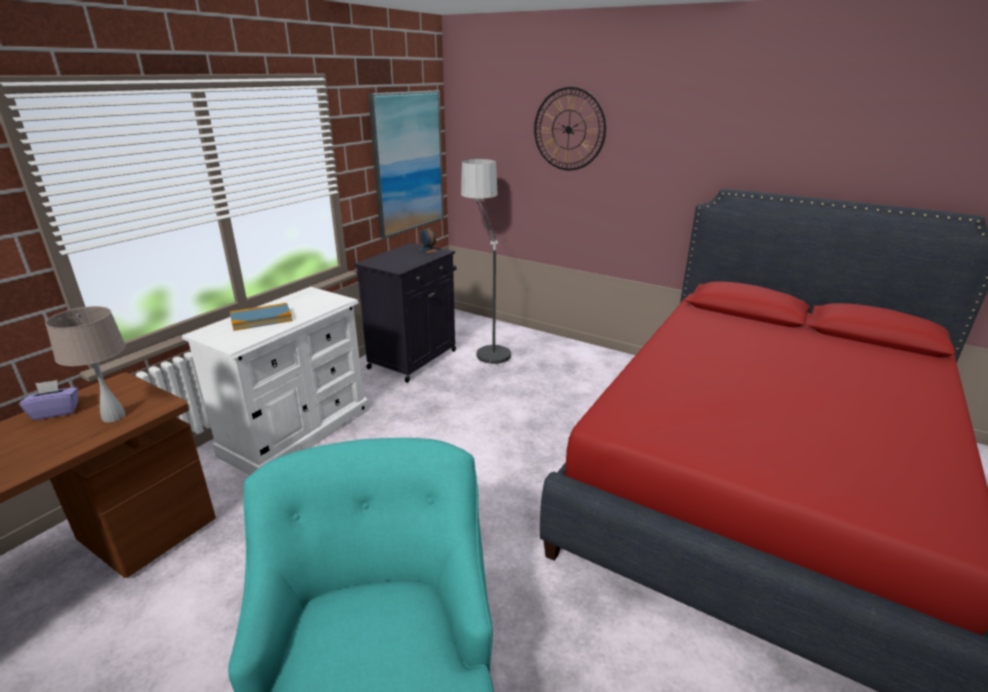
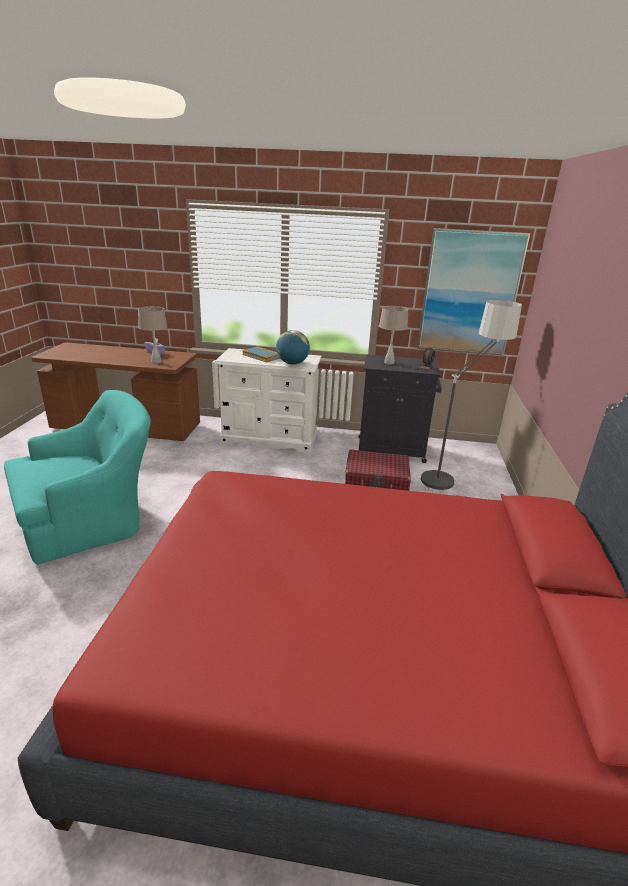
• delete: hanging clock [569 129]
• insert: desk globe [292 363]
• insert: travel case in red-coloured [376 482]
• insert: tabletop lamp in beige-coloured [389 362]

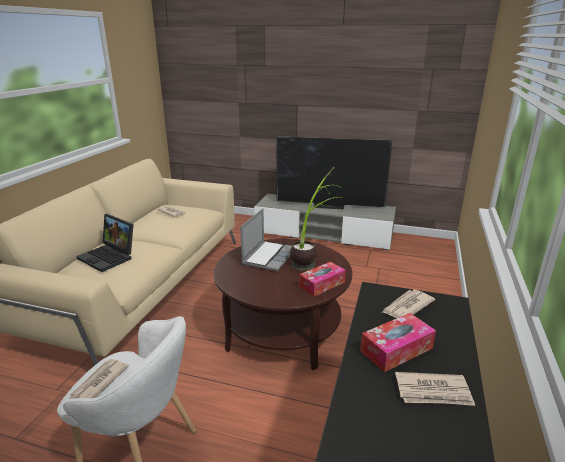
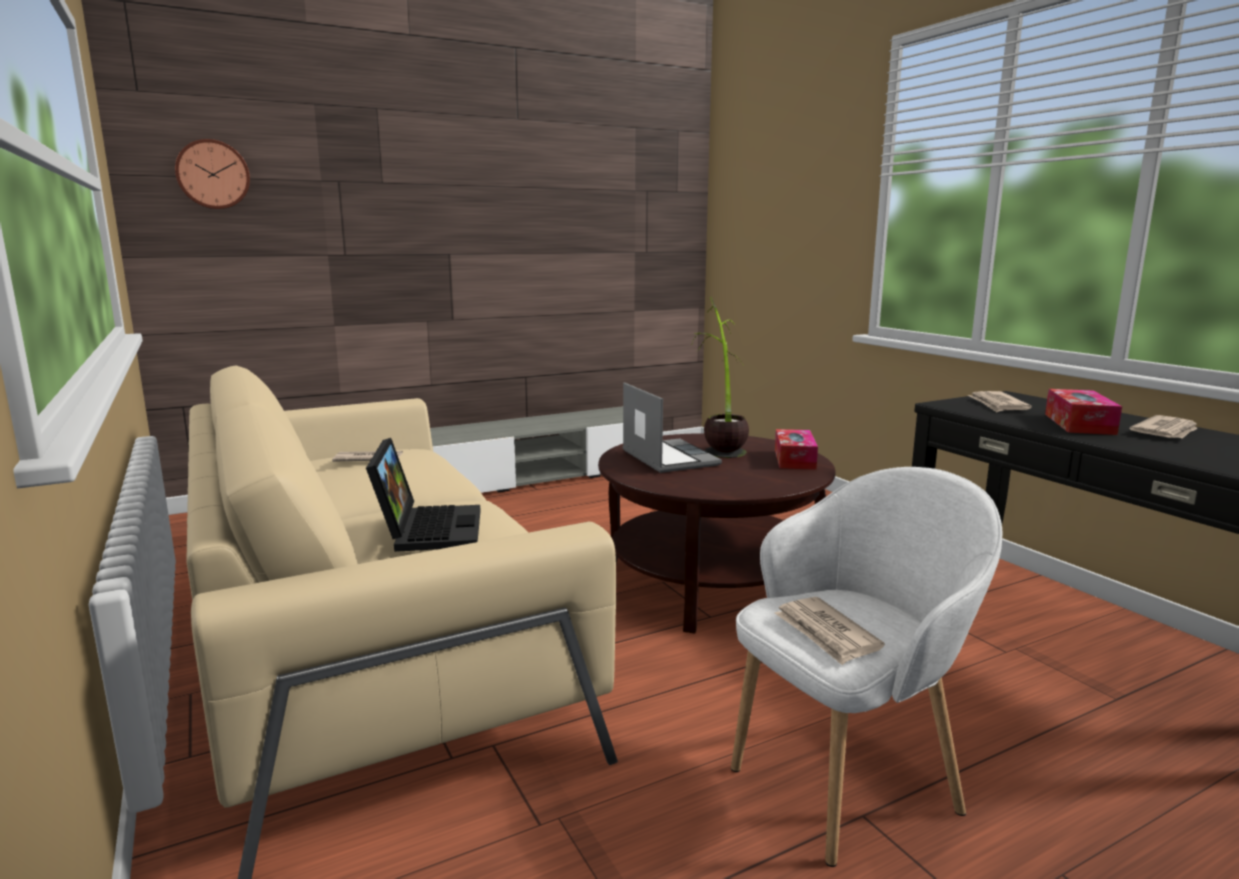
• delete: TV [329 205]
• insert: hanging clock [213 174]
• rotate: portable computer [109 257] = [427 529] 90 degrees counterclockwise

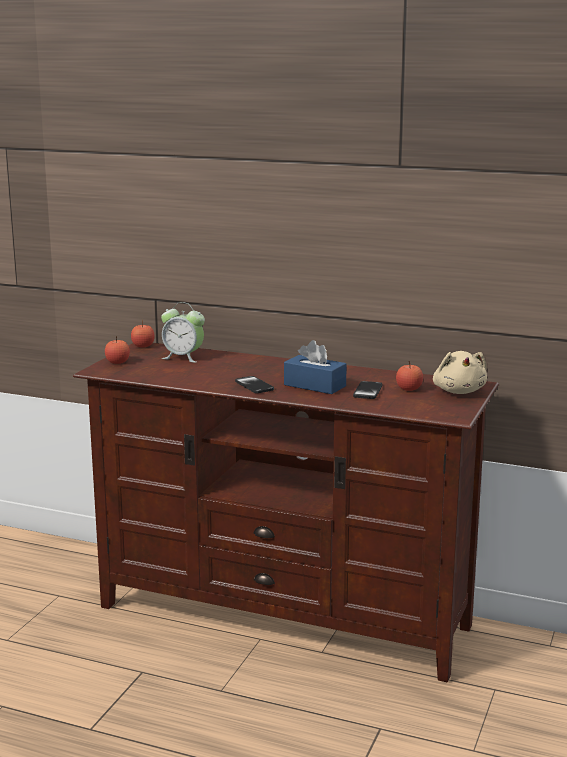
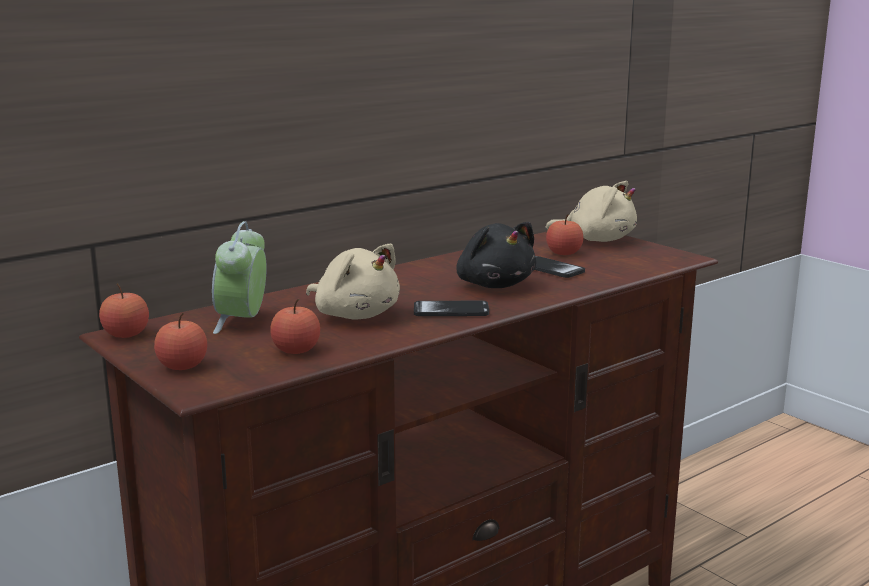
• insert: apple [296 350]
• insert: soft toy in beige-coloured [355 315]
• replace: tissue box in blue-coloured [314 385] to soft toy in blackish [494 284]
• rotate: bedside clock [183 357] = [242 322] 135 degrees clockwise

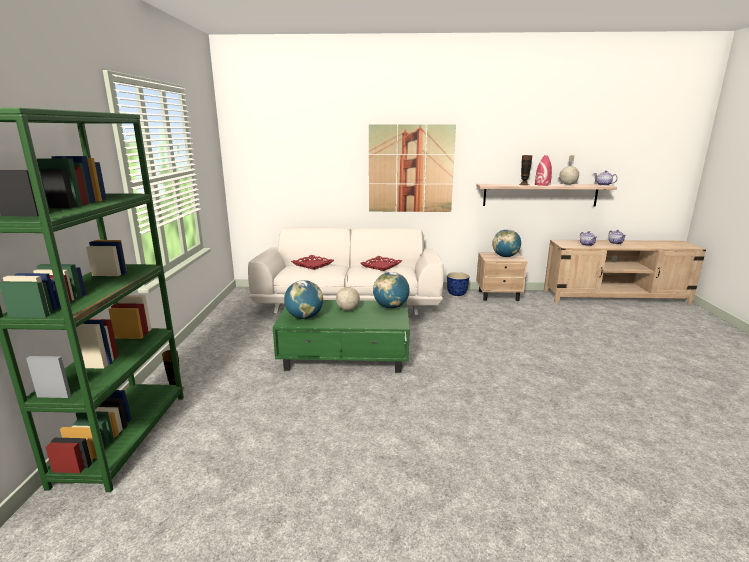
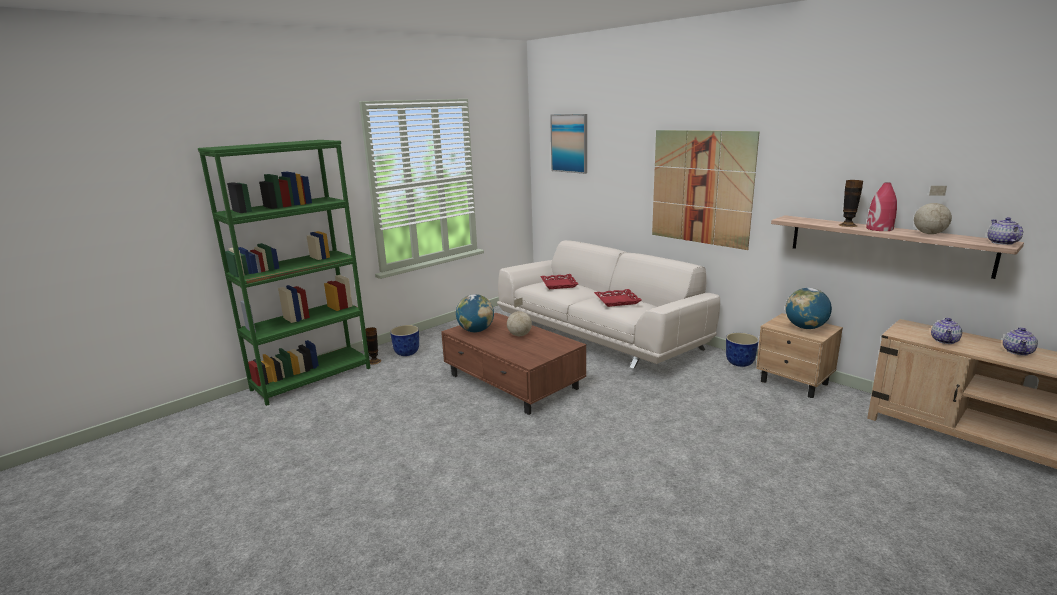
• delete: desk globe [391 307]
• insert: flower pot [407 353]
• insert: wall picture [569 143]
• recolor: lounge table in green [346 355] to lounge table in brownish [513 382]

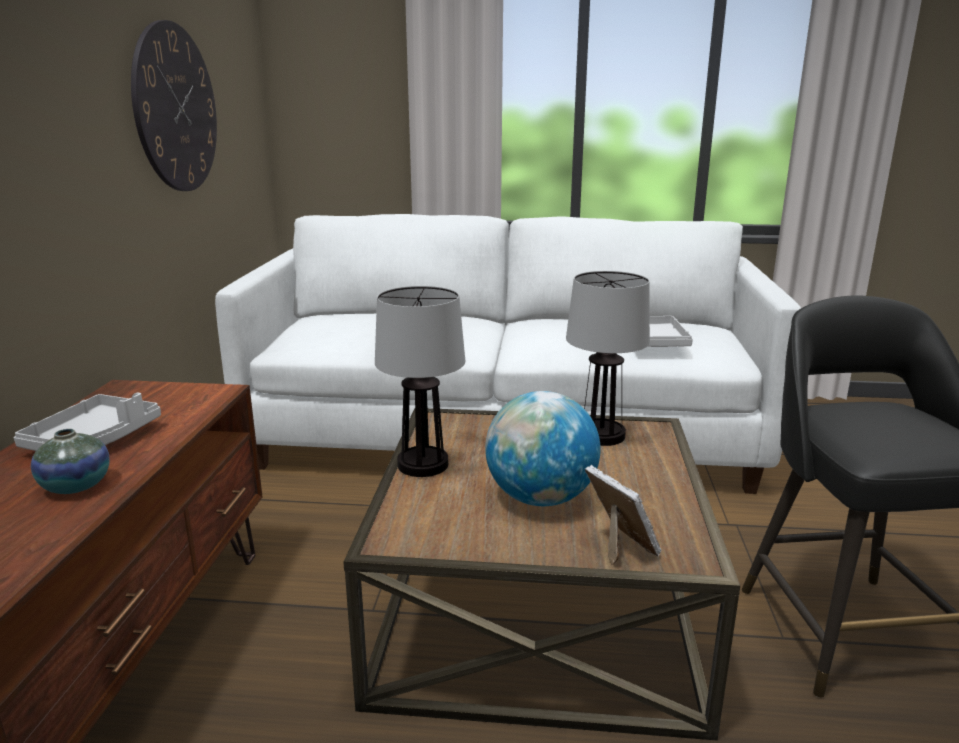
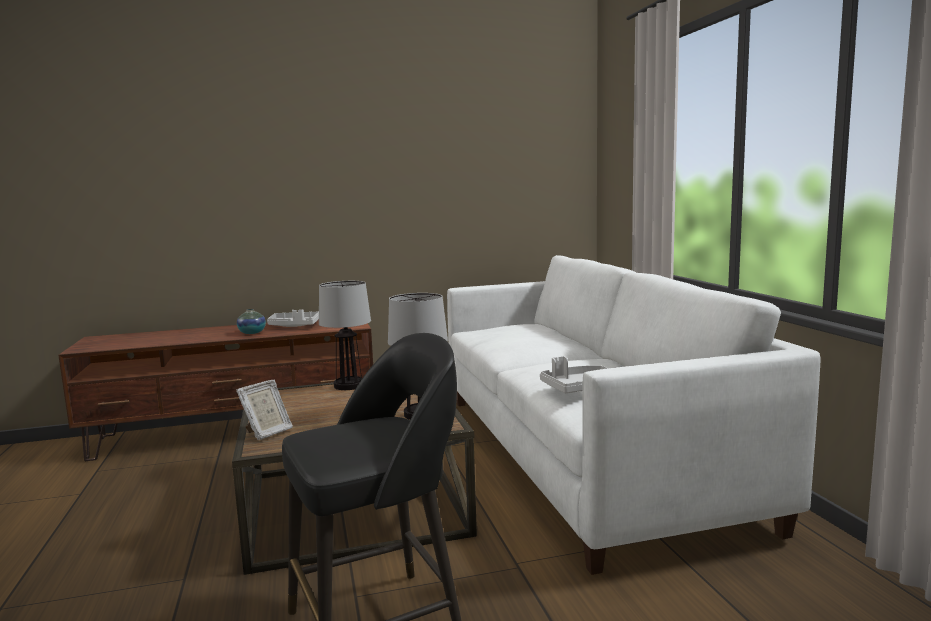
• delete: hanging clock [175 108]
• delete: desk globe [540 498]

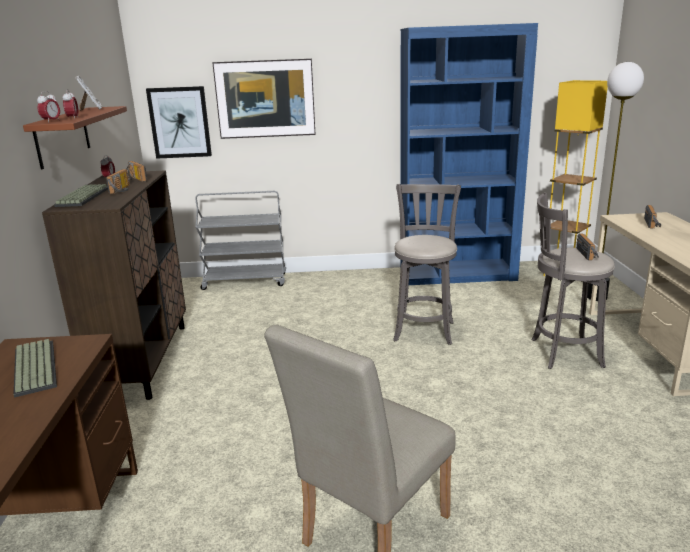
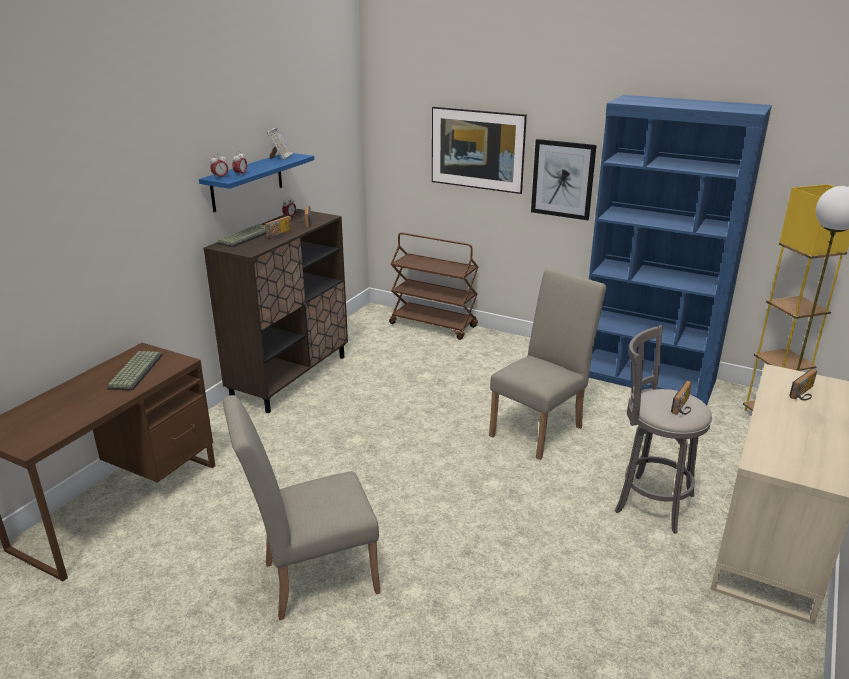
• move: wall picture [179 122] to [563 179]
• replace: sitting stool in greyish [424 329] to upright chair in beige-coloured [541 428]
• recolor: bracket shelf in brownish [63 136] to bracket shelf in blue-coloured [247 181]
• recolor: wheeled cart in greyish [245 281] to wheeled cart in brownish [434 325]

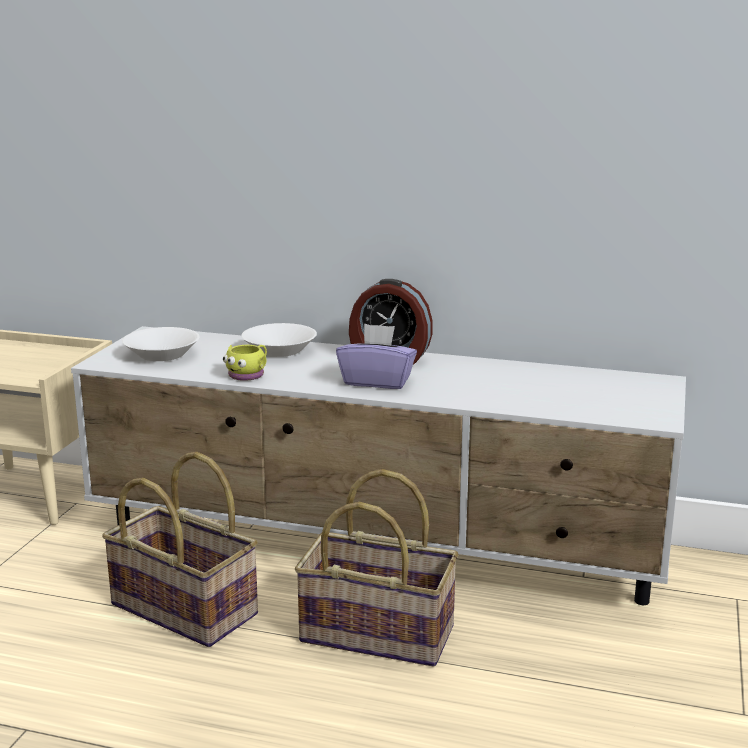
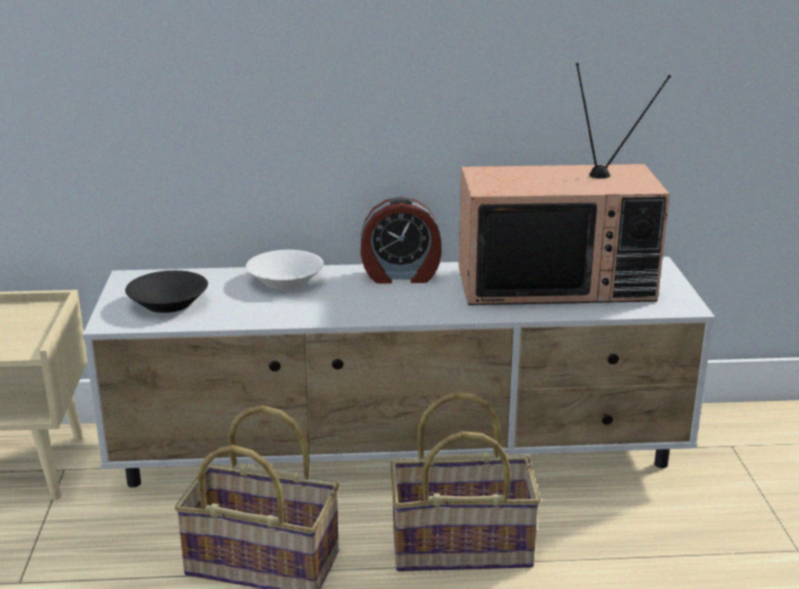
• delete: mug in yellow-coloured [248 374]
• delete: tissue box in purple-coloured [377 381]
• insert: TV [556 282]
• recolor: serving bowl in white-coloured [162 355] to serving bowl in blackish [169 303]

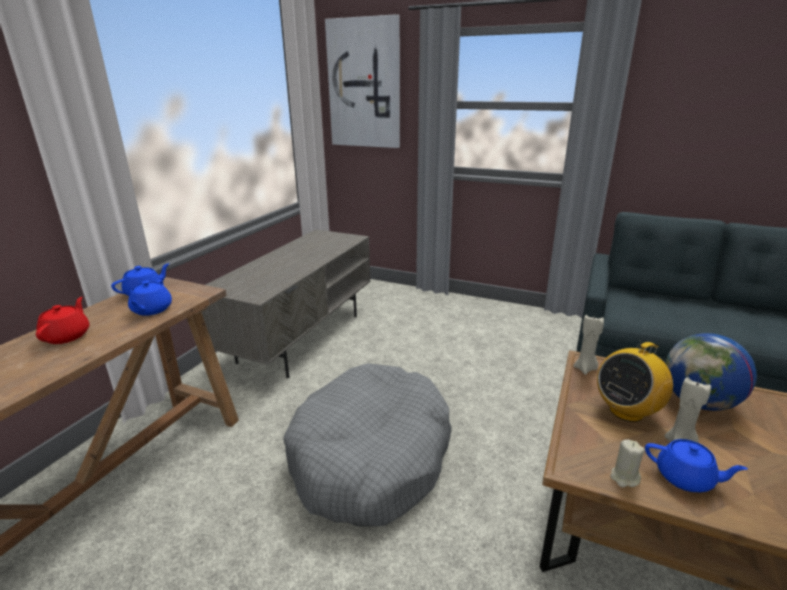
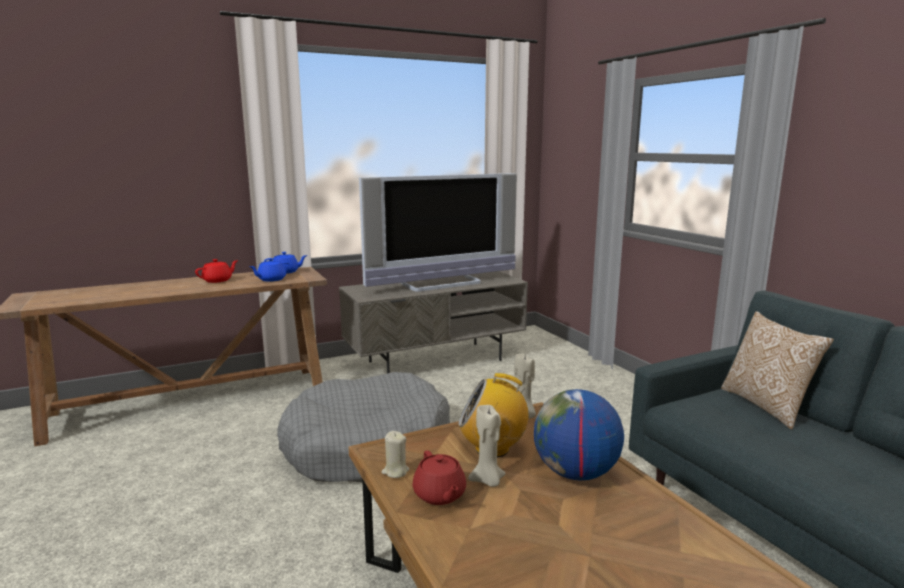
• delete: wall picture [364 84]
• insert: TV [443 284]
• insert: pillow [767 406]
• recolor: pot for tea in blue-coloured [685 478] to pot for tea in red-coloured [439 495]

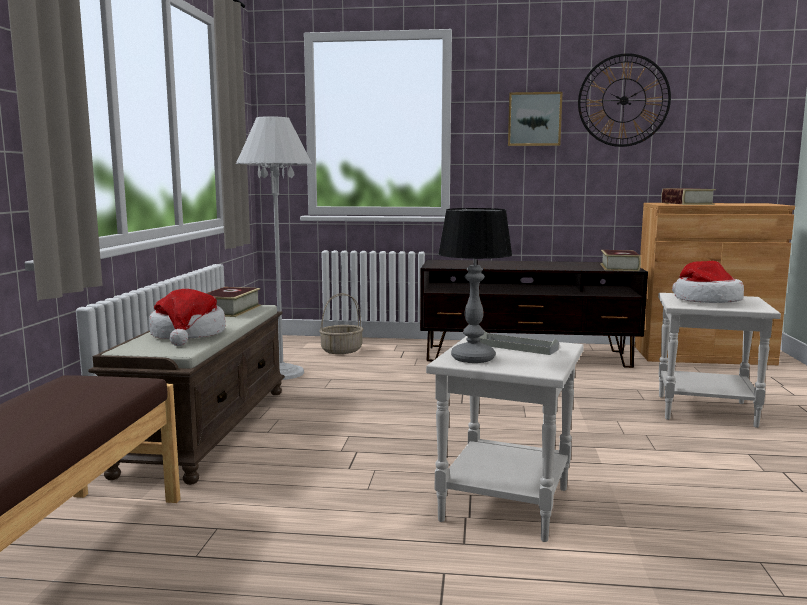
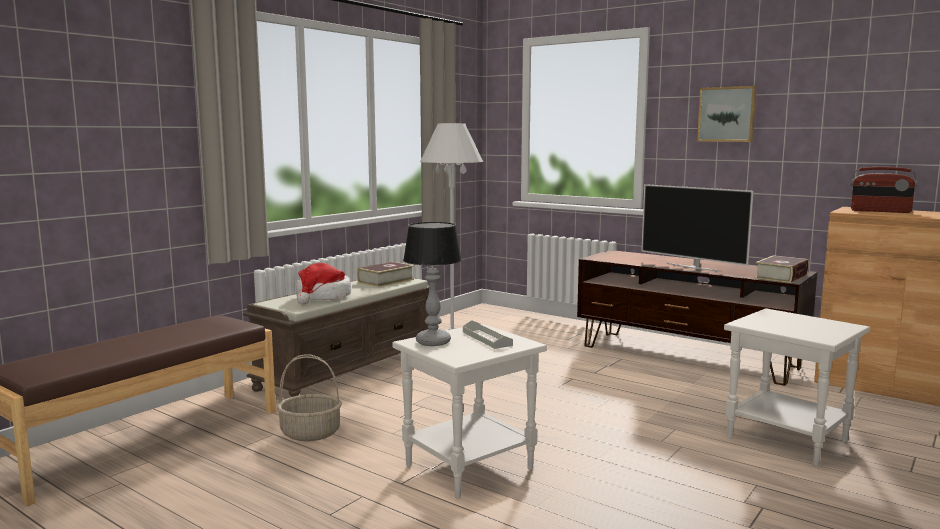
• delete: hanging clock [623 100]
• delete: clothing hat [705 300]
• insert: TV [693 267]
• move: storage basket [342 350] to [311 433]
• replace: book [686 203] to radio [880 211]

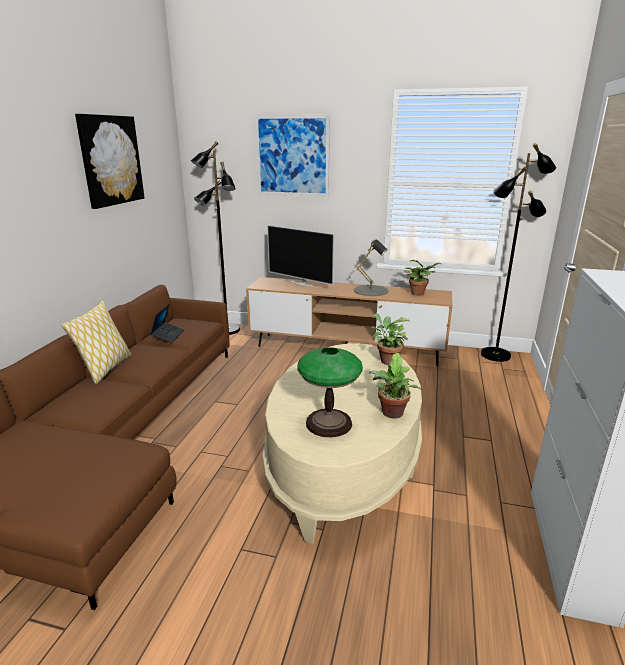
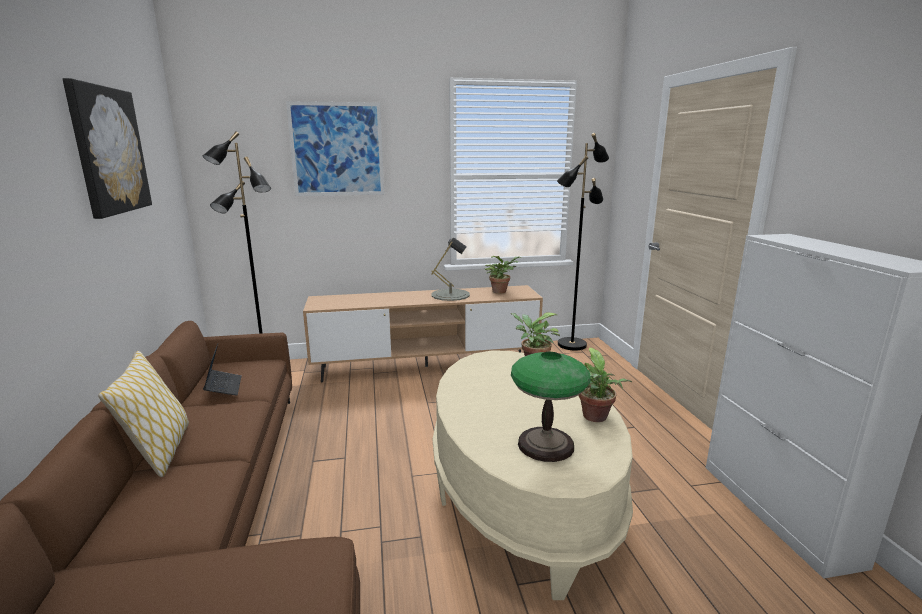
• delete: TV [302 284]

